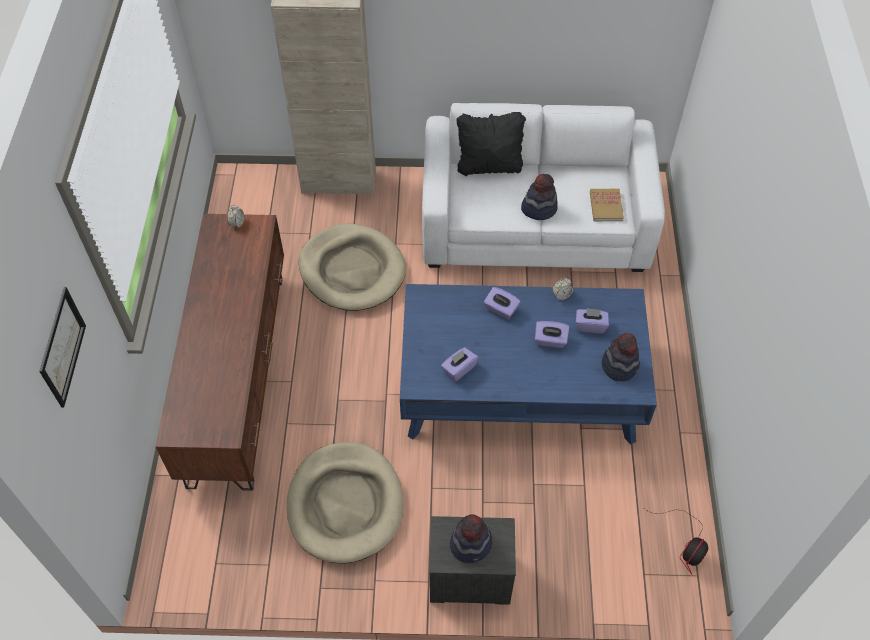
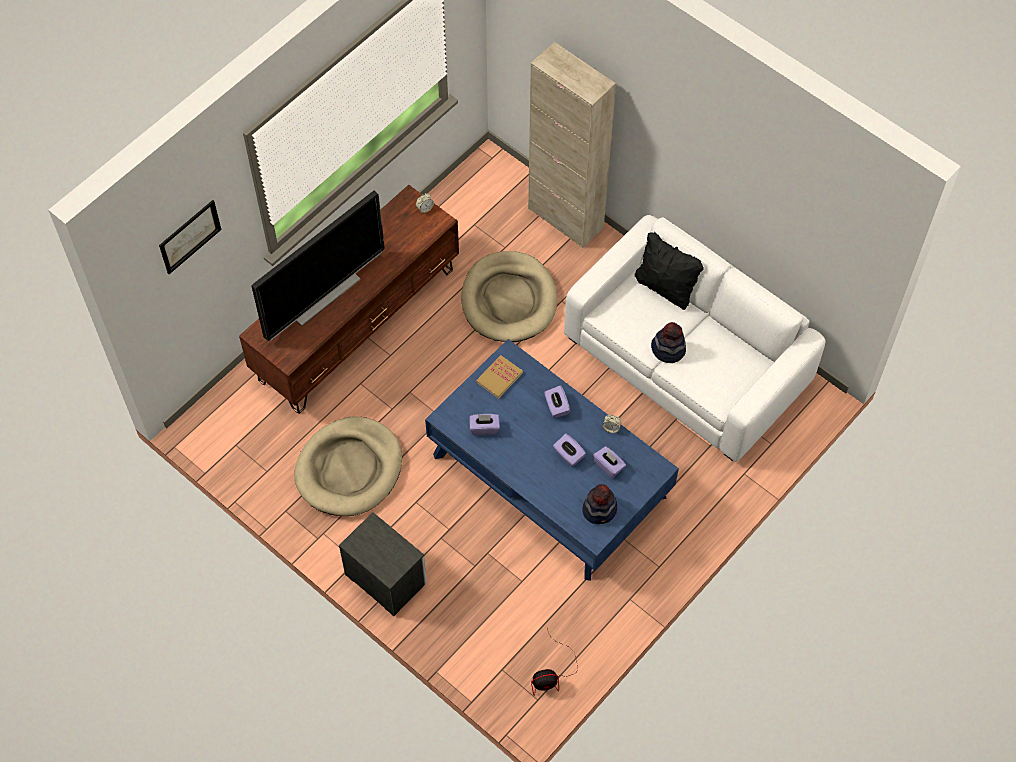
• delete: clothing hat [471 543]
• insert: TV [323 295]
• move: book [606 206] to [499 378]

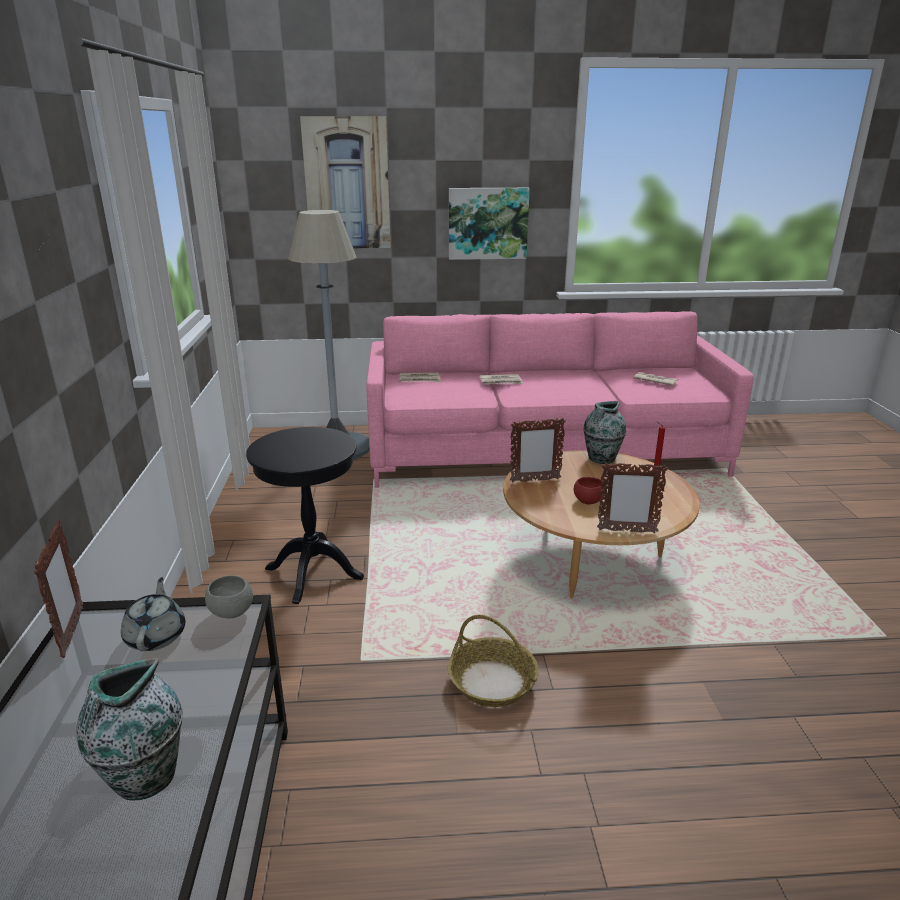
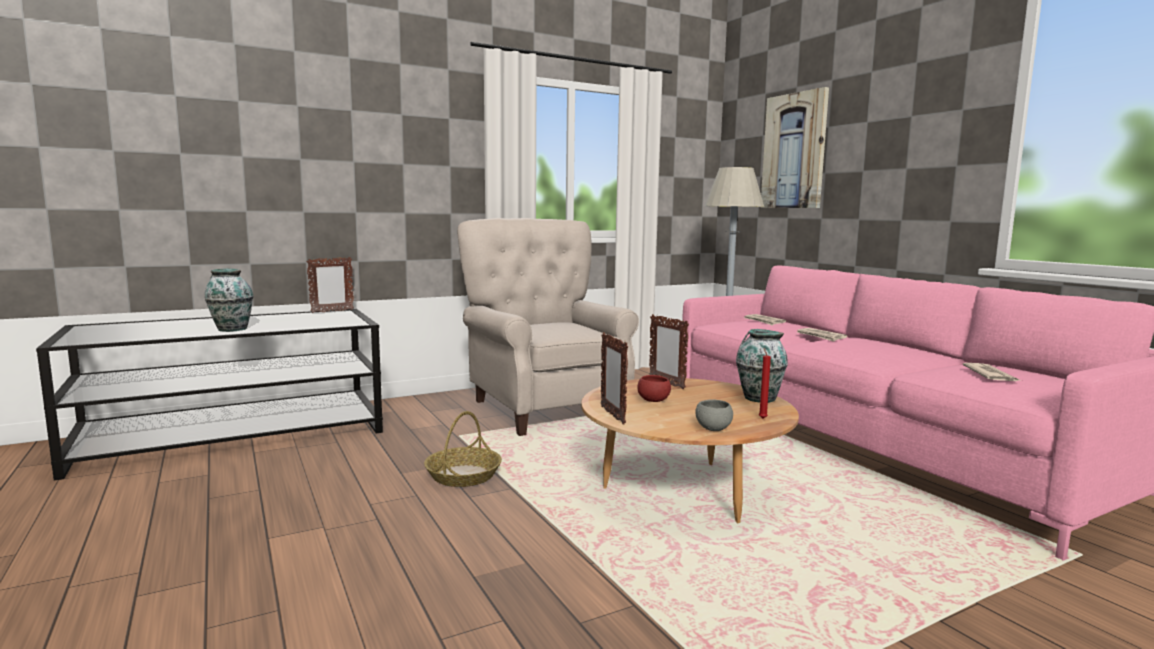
• delete: pot for tea in greyish [156 636]
• delete: wall picture [487 223]
• move: serving bowl in greyish [231 612] to [713 429]
• replace: side table in blackish [314 573] to easy chair in beige-coloured [544 408]

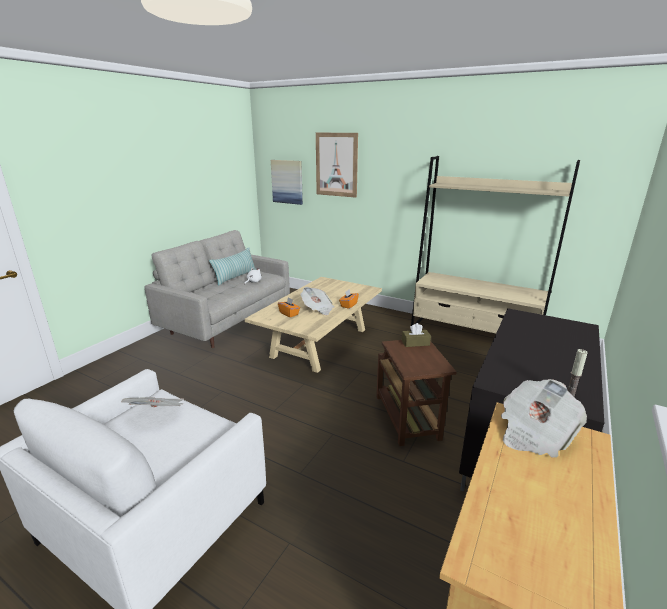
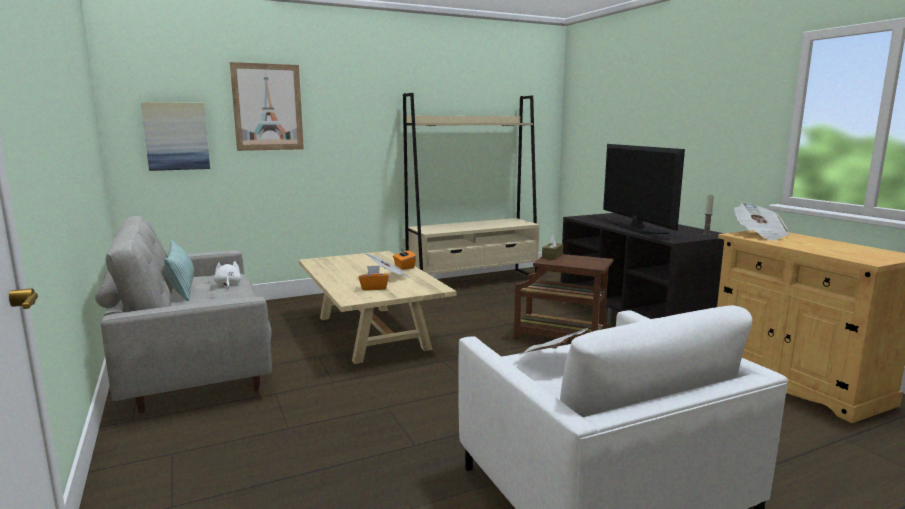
• insert: TV [637 228]

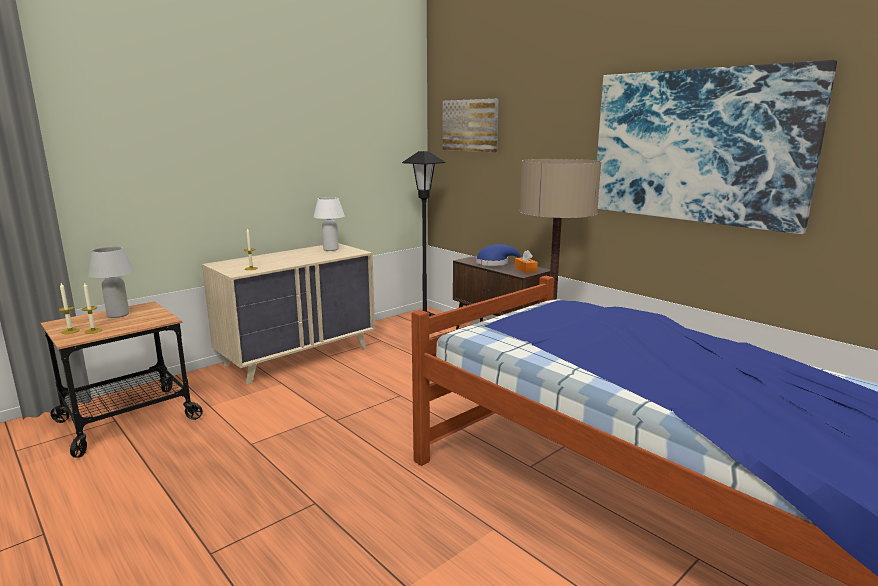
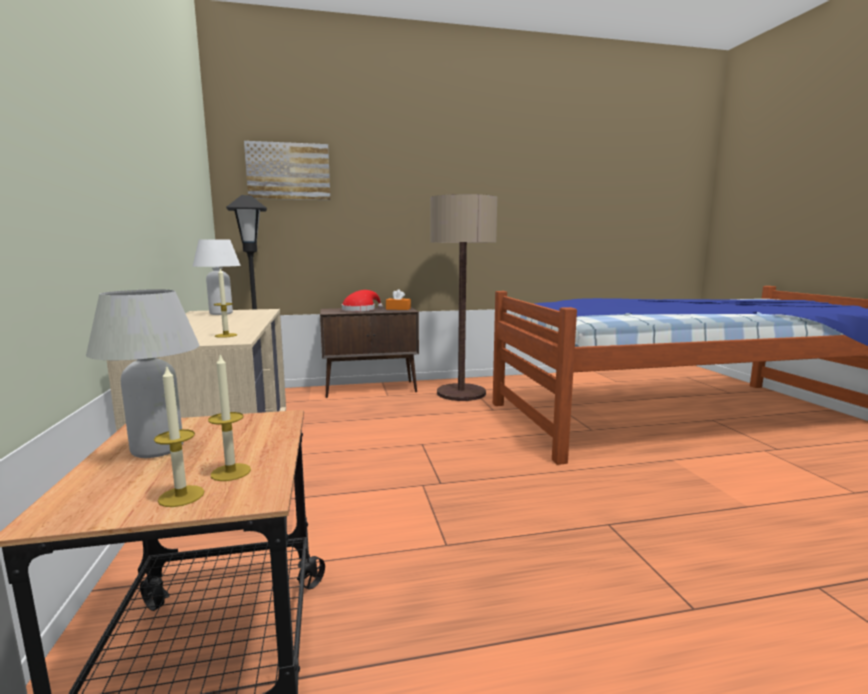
• delete: wall picture [696 146]
• recolor: clothing hat in blue-coloured [495 263] to clothing hat in red-coloured [360 310]

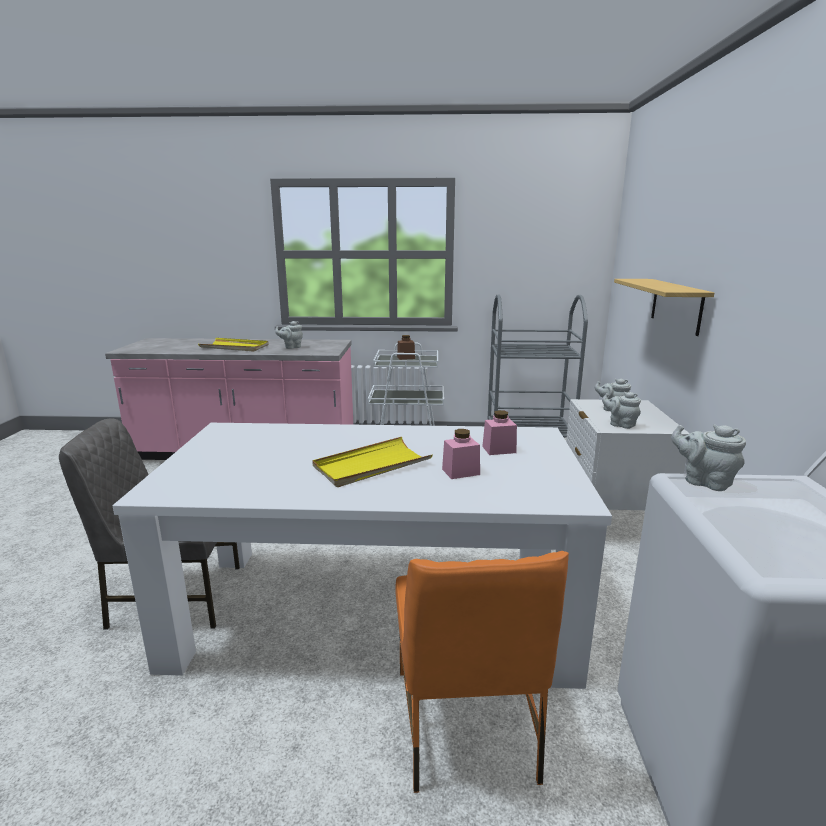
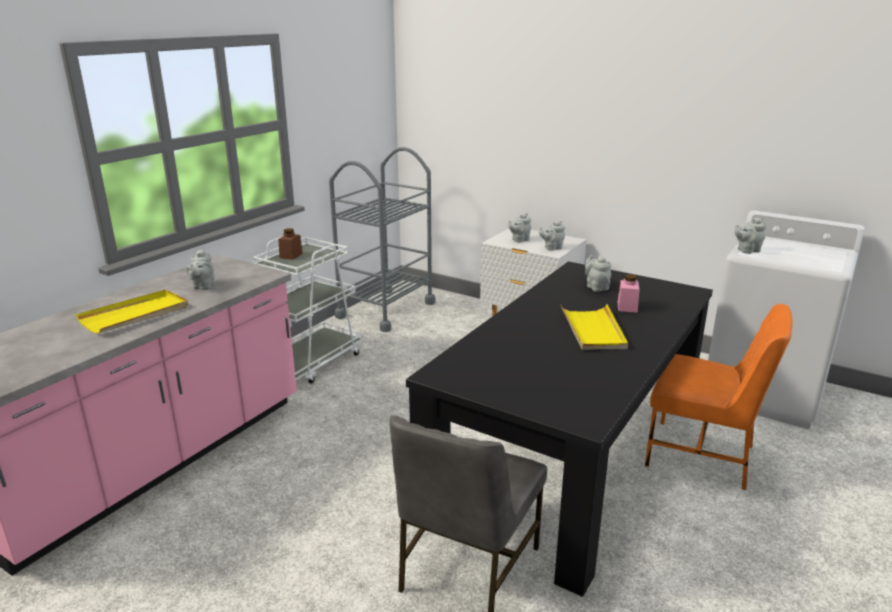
• delete: bracket shelf [676 305]
• replace: preserve jar in pink [499 449] to pot for tea in greyish [596 287]
• recolor: dinner table in white-coloured [375 609] to dinner table in blackish [569 456]

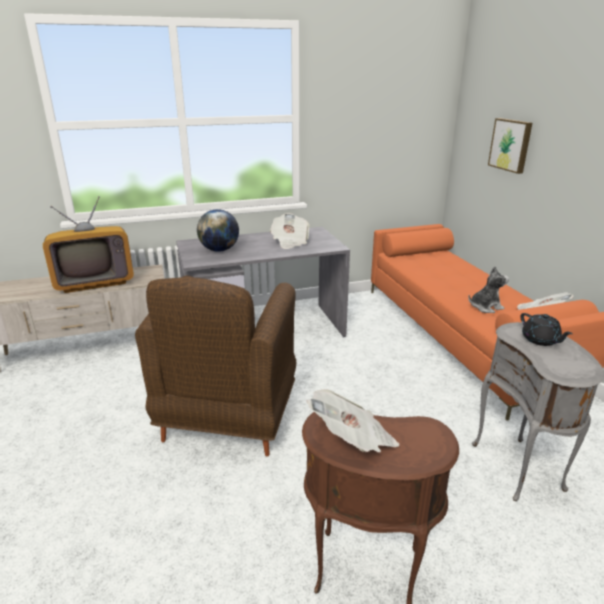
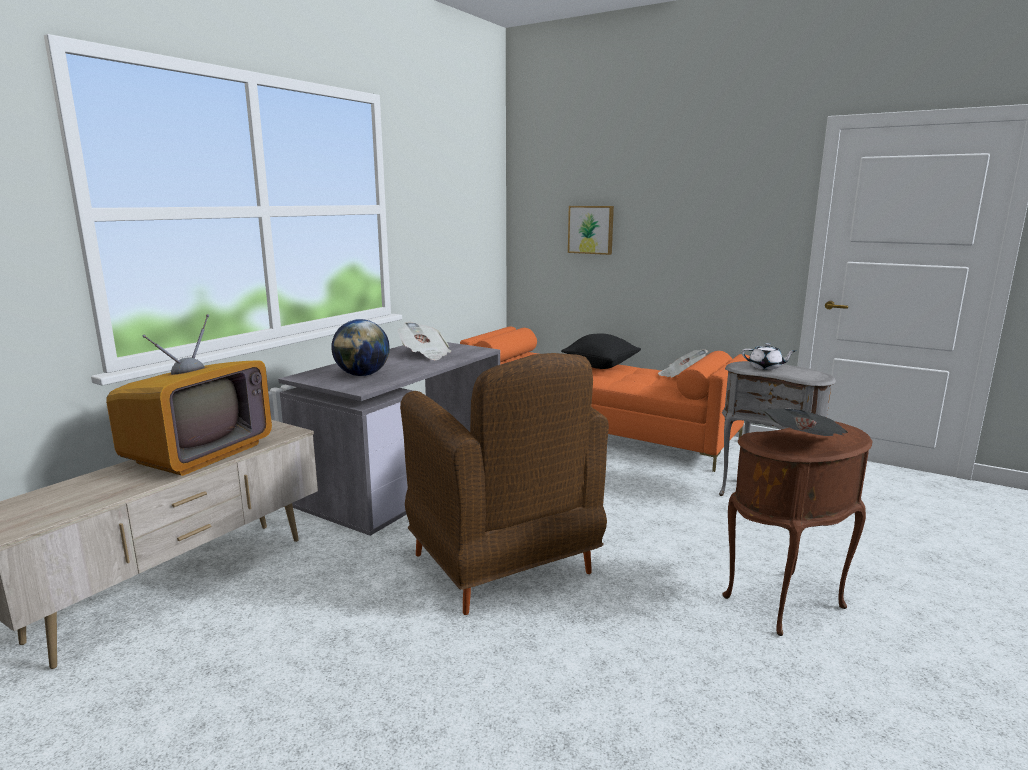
• delete: soft toy [485 307]
• insert: pillow in blackish [600 366]
• recolor: pot for tea in blackish [540 340] to pot for tea in white-coloured [766 367]

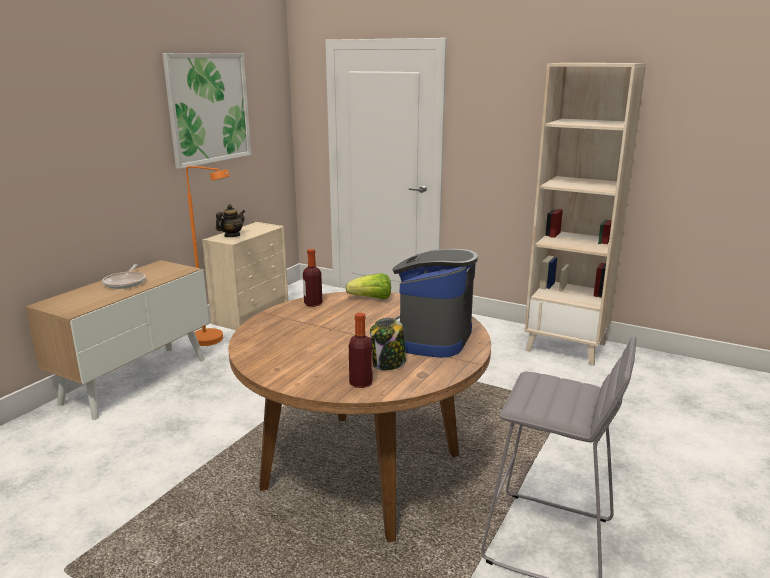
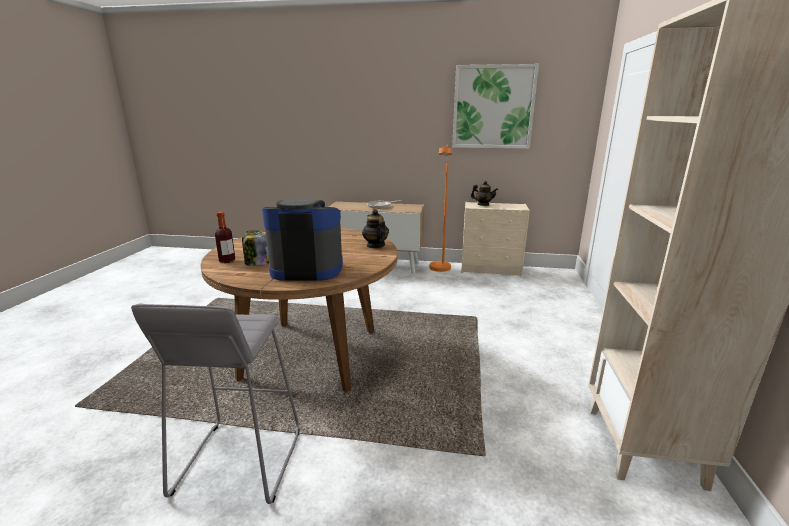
• delete: drink bottle [313 304]
• replace: lettuce [371 299] to pot for tea [375 245]

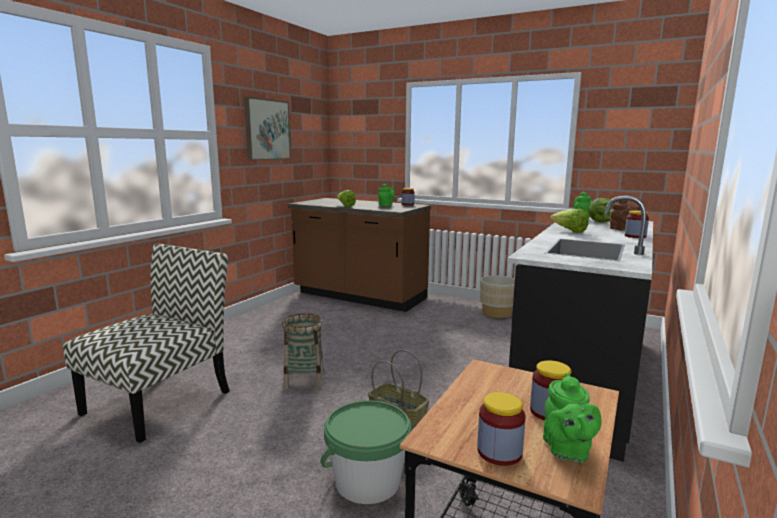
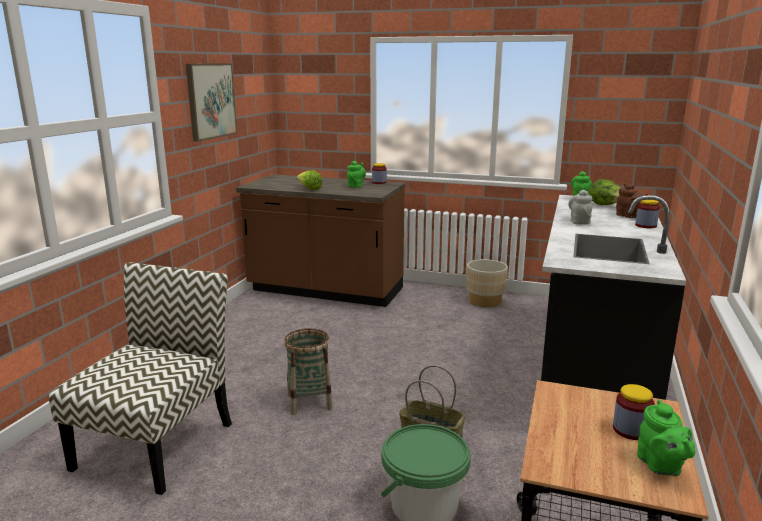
• delete: preserve jar [499 452]
• replace: lettuce [569 231] to pot for tea in greyish [579 221]

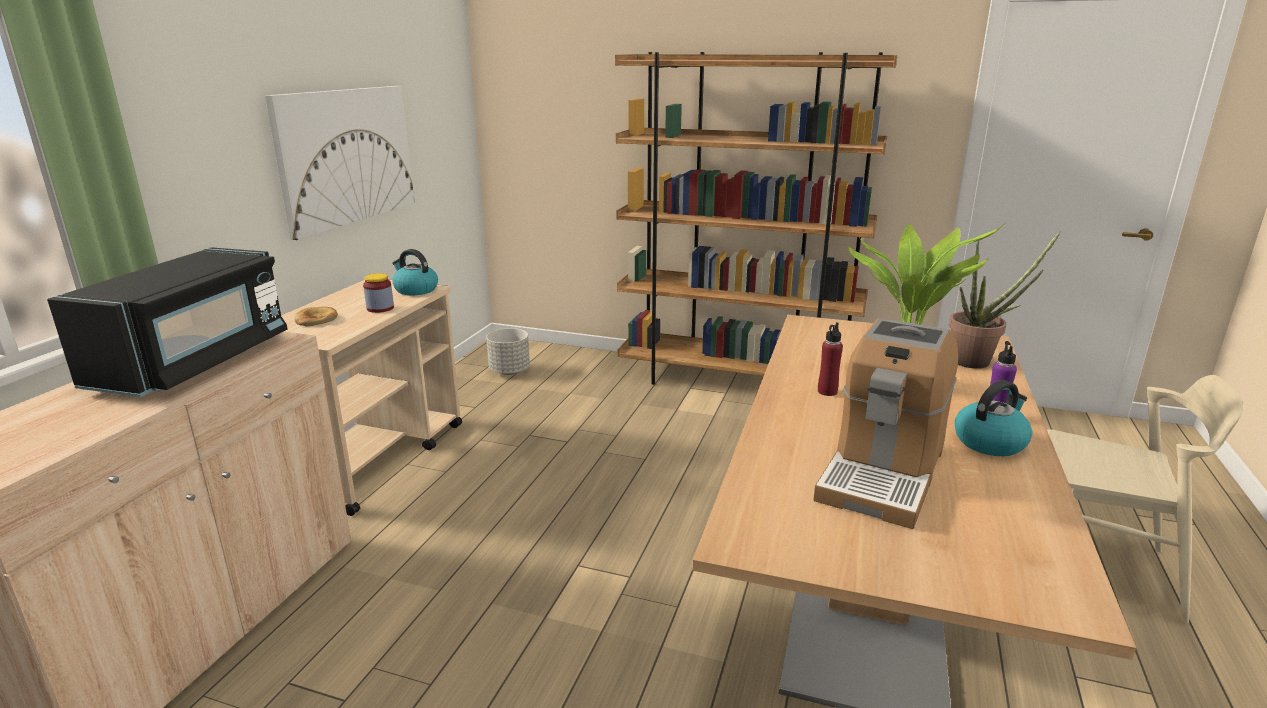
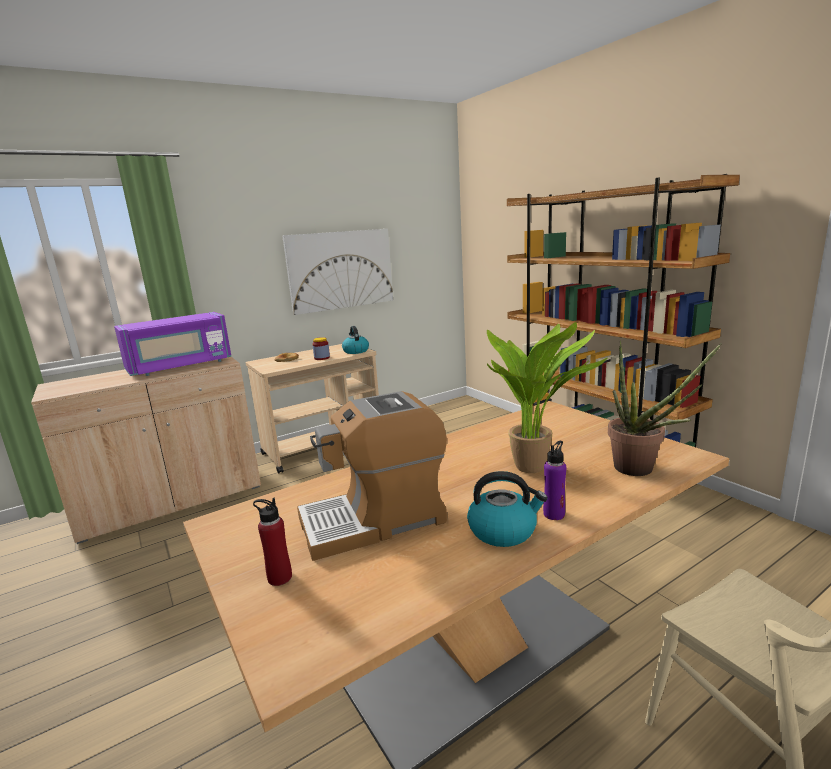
• delete: flower pot in greyish [510 371]
• move: drink bottle in red-coloured [827 391] to [279 577]
• recolor: kitchen microwave in blackish [195 362] to kitchen microwave in purple-coloured [180 366]

